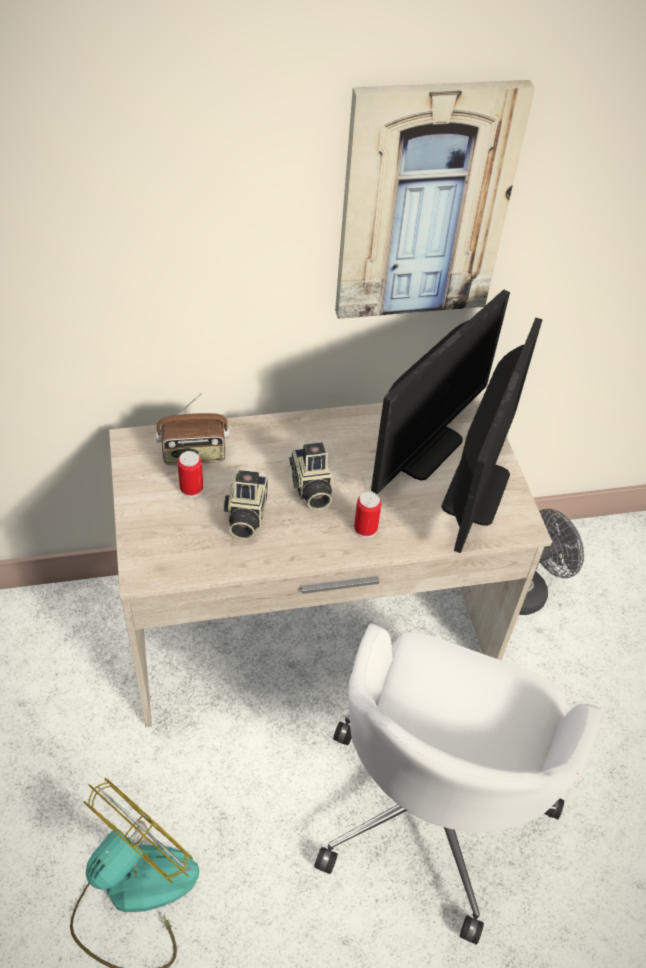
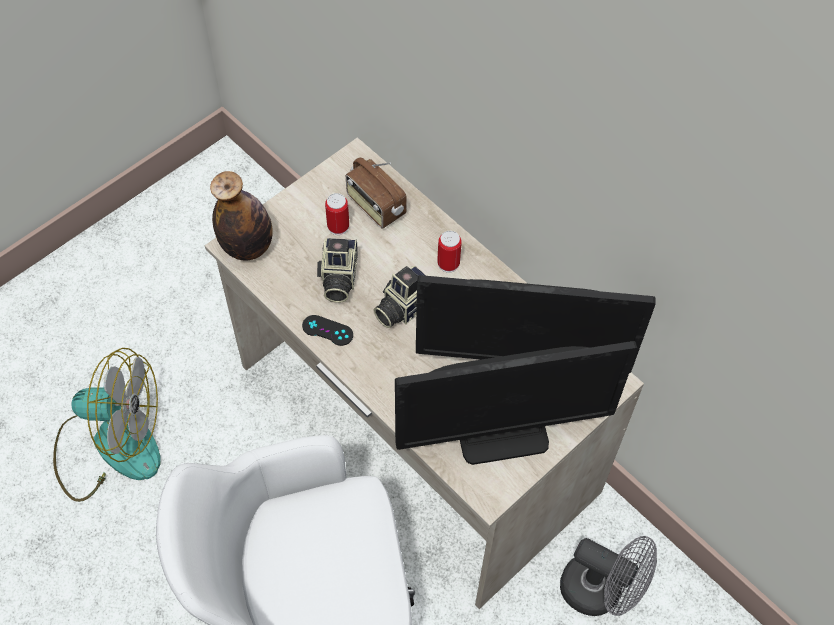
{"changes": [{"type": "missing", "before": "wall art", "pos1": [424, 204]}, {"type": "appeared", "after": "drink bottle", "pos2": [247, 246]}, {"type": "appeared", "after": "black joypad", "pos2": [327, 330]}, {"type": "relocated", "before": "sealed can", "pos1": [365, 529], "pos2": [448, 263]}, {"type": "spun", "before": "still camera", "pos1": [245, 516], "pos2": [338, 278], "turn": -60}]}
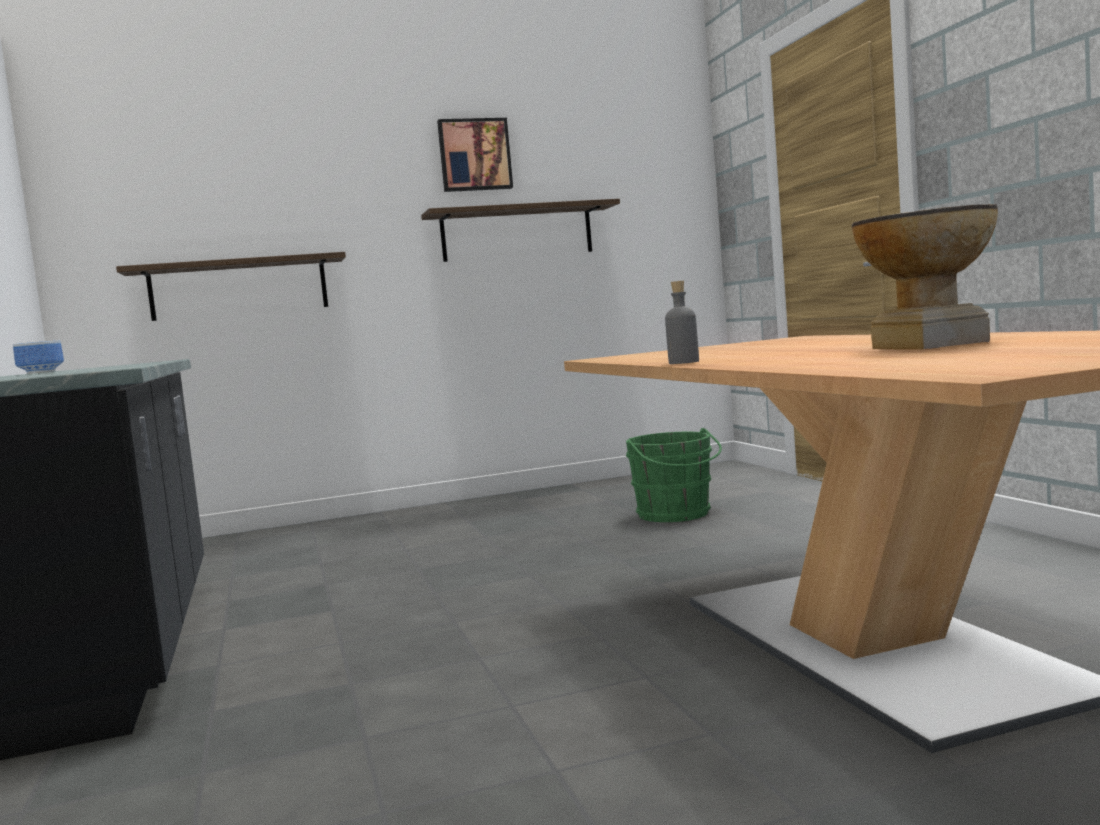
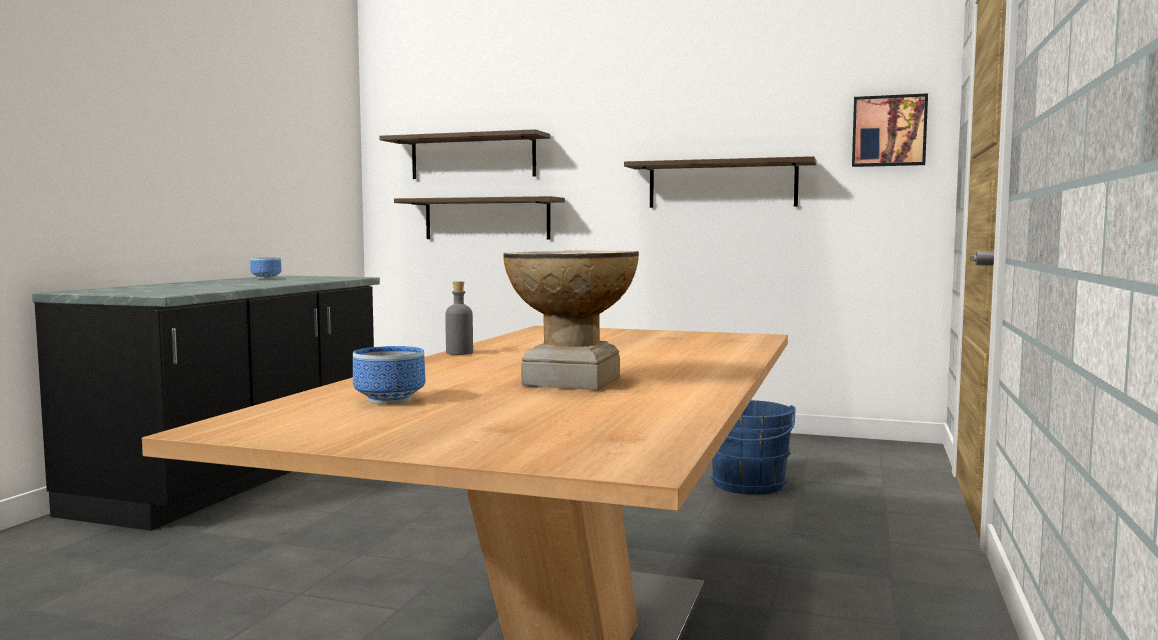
{"changes": [{"type": "appeared", "after": "deep dish", "pos2": [391, 399]}, {"type": "appeared", "after": "wall shelf", "pos2": [473, 157]}, {"type": "relocated", "before": "wall art", "pos1": [474, 155], "pos2": [889, 131]}, {"type": "colour", "before": "greenish water bucket", "after": "bluish water bucket", "pos1": [675, 515], "pos2": [748, 485]}]}
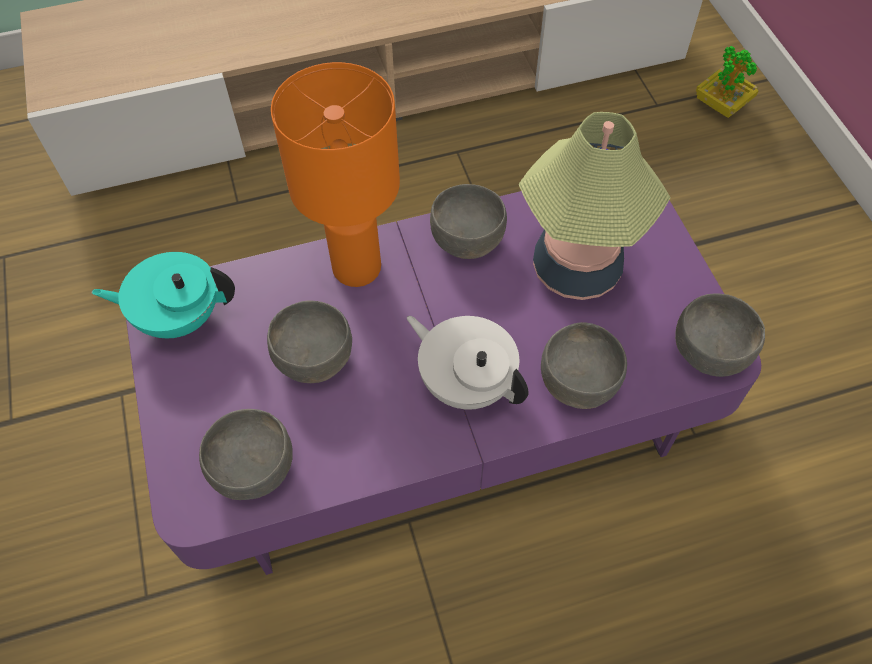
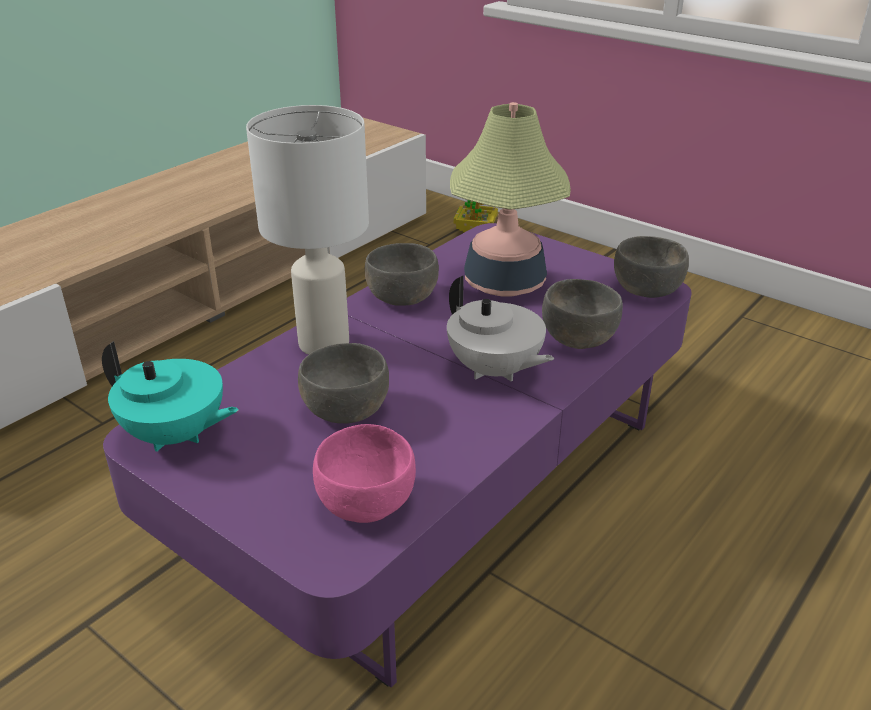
{"changes": [{"type": "colour", "before": "grey deep dish", "after": "pinkish deep dish", "pos1": [254, 468], "pos2": [366, 501]}, {"type": "colour", "before": "orangey table lamp", "after": "white table lamp", "pos1": [355, 267], "pos2": [322, 344]}, {"type": "spun", "before": "turquoise teapot", "pos1": [179, 316], "pos2": [176, 436], "turn": -120}, {"type": "spun", "before": "white teapot", "pos1": [466, 382], "pos2": [494, 371], "turn": -135}]}
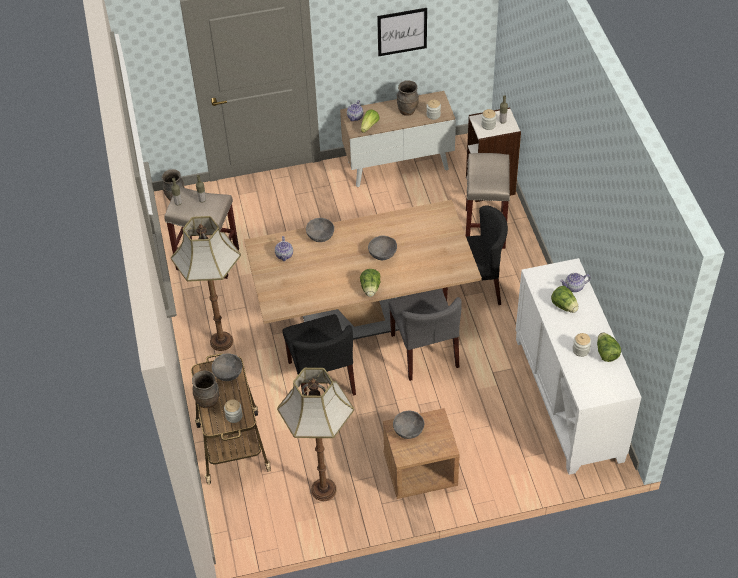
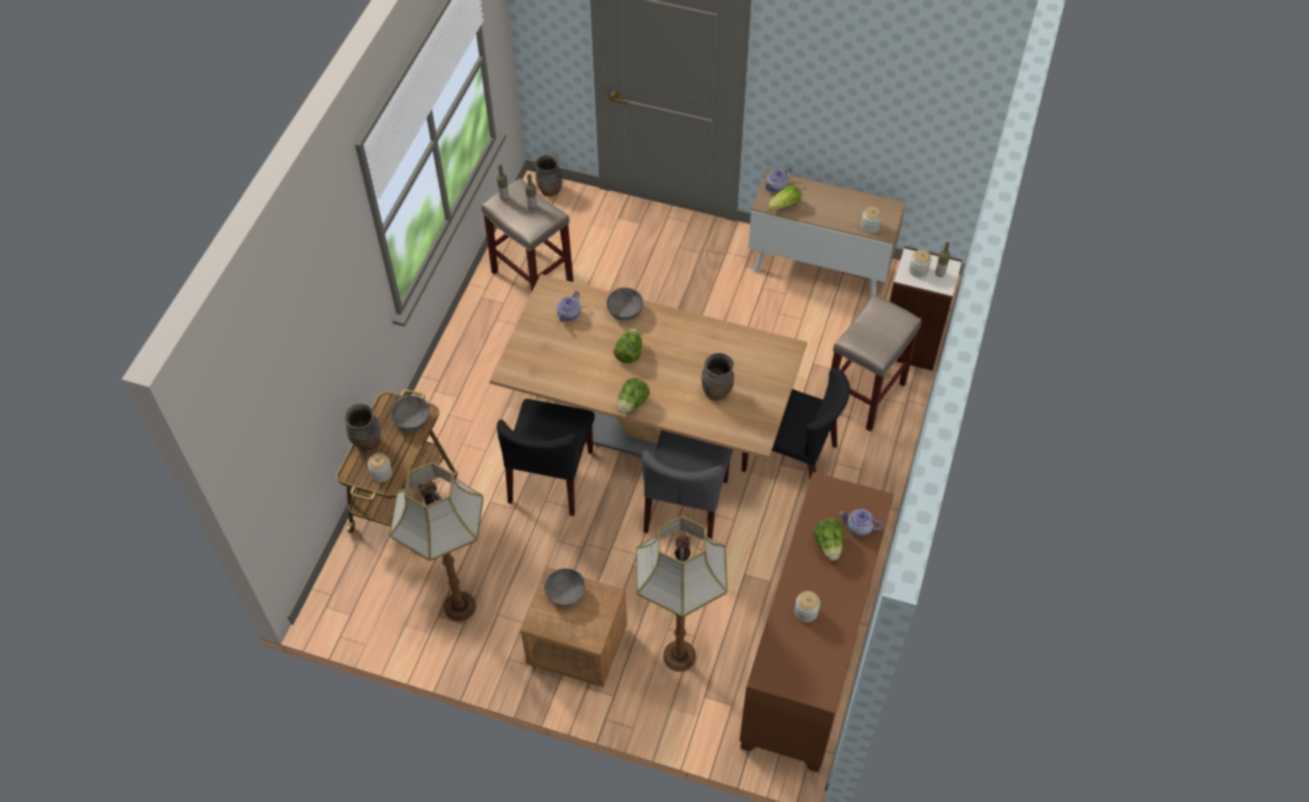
{"changes": [{"type": "missing", "before": "grey deep dish", "pos1": [383, 253]}, {"type": "missing", "before": "wall art", "pos1": [402, 31]}, {"type": "relocated", "before": "standard lamp", "pos1": [220, 342], "pos2": [678, 656]}, {"type": "relocated", "before": "brownish decorative vase", "pos1": [407, 111], "pos2": [717, 392]}, {"type": "relocated", "before": "lettuce head", "pos1": [606, 353], "pos2": [629, 353]}, {"type": "colour", "before": "white cupboard", "after": "brownish cupboard", "pos1": [569, 398], "pos2": [810, 656]}]}
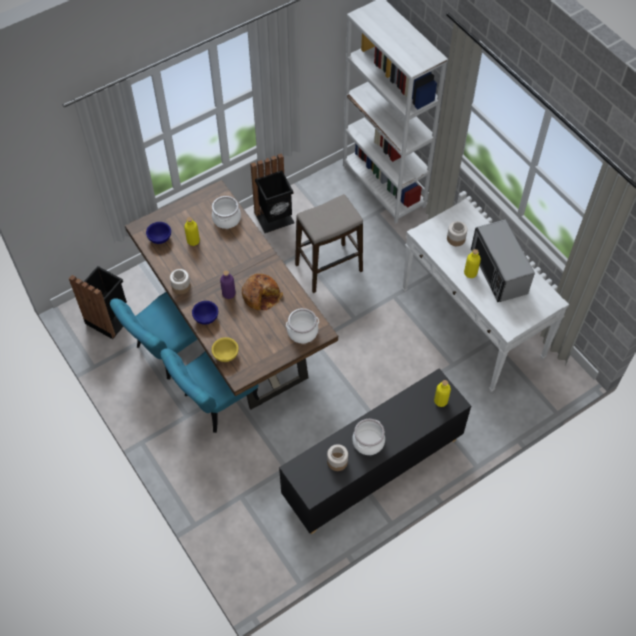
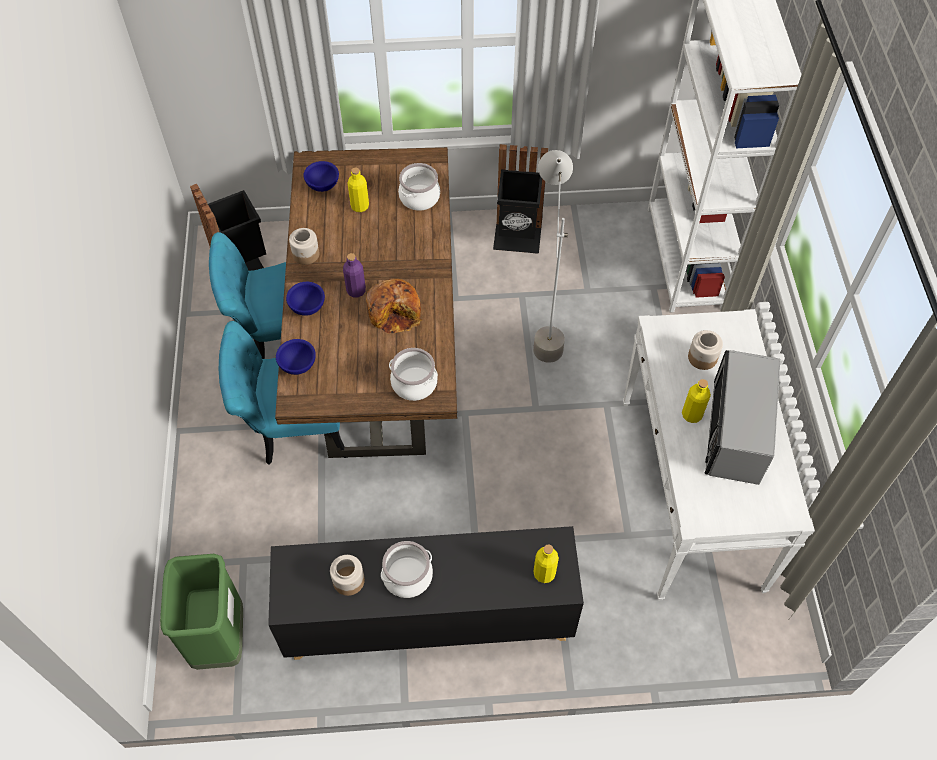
{"changes": [{"type": "appeared", "after": "greenish rubbish bin", "pos2": [220, 638]}, {"type": "exchanged", "before": "stool", "after": "grey standard lamp", "pos1": [329, 268], "pos2": [545, 329]}, {"type": "colour", "before": "yellowish deep dish", "after": "bluish deep dish", "pos1": [226, 355], "pos2": [298, 365]}]}
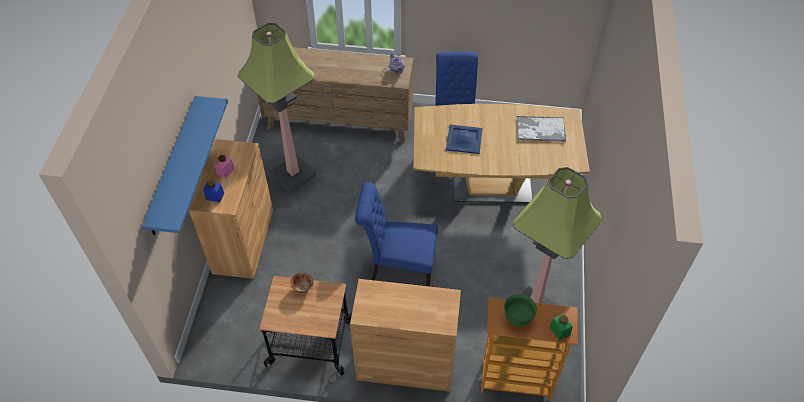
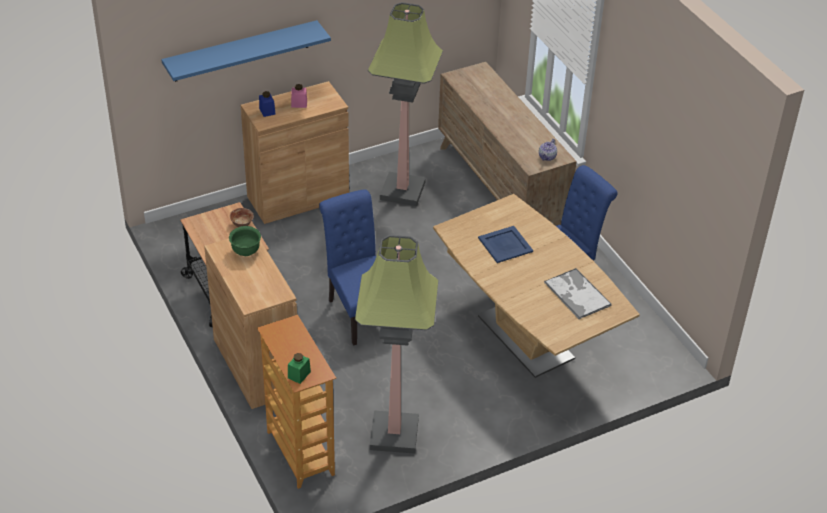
{"changes": [{"type": "relocated", "before": "greenish deep dish", "pos1": [518, 318], "pos2": [245, 251]}]}
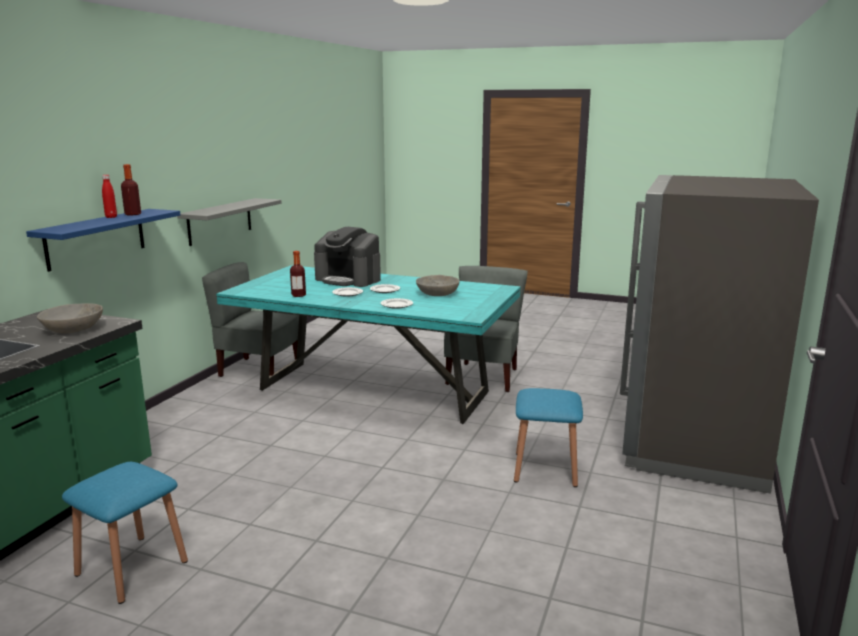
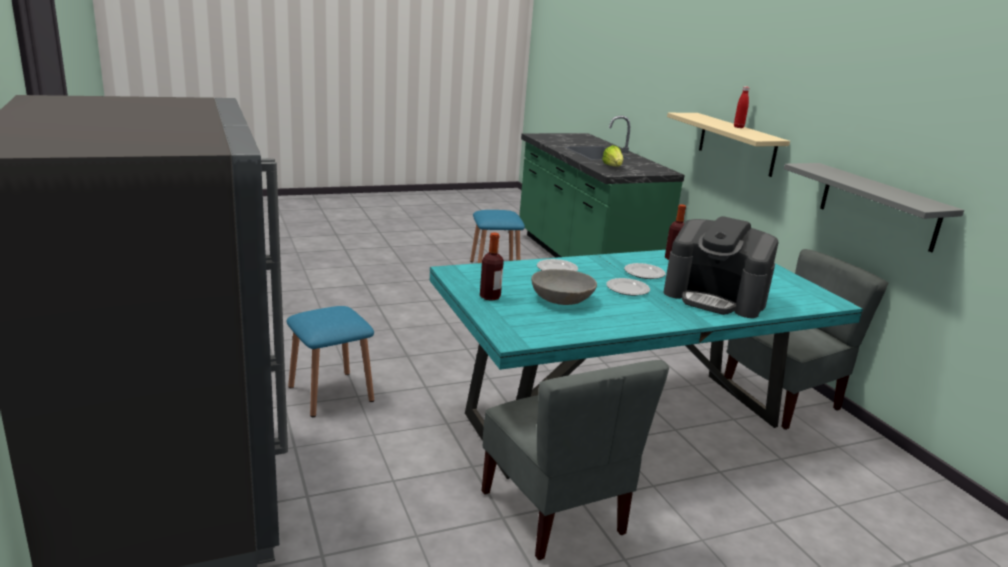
{"changes": [{"type": "relocated", "before": "drink bottle", "pos1": [133, 214], "pos2": [490, 297]}, {"type": "exchanged", "before": "grey deep dish", "after": "lettuce head", "pos1": [73, 329], "pos2": [613, 167]}, {"type": "colour", "before": "bluish wall shelf", "after": "beige wall shelf", "pos1": [96, 238], "pos2": [736, 144]}, {"type": "spun", "before": "coffee brewer", "pos1": [348, 279], "pos2": [715, 298], "turn": -135}]}
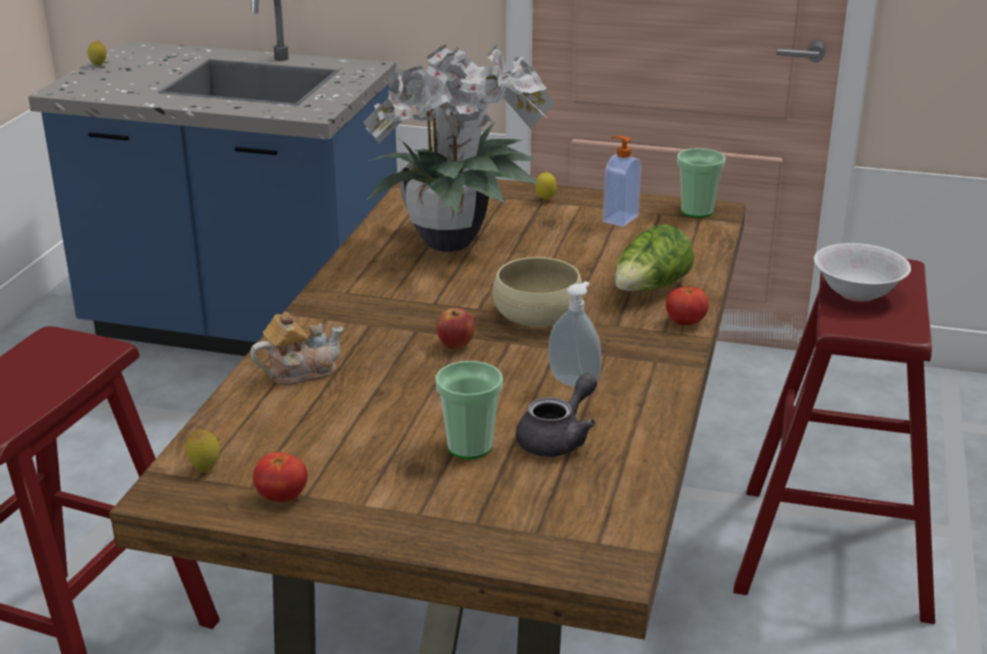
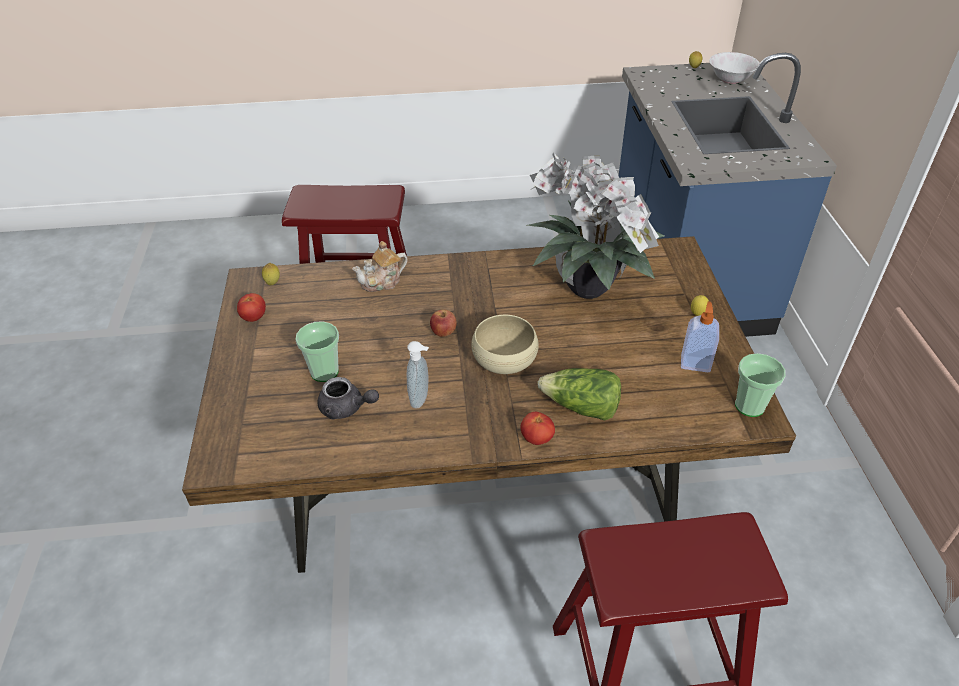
{"changes": [{"type": "relocated", "before": "white deep dish", "pos1": [857, 294], "pos2": [730, 79]}, {"type": "spun", "before": "teapot", "pos1": [300, 372], "pos2": [382, 282], "turn": 105}]}
